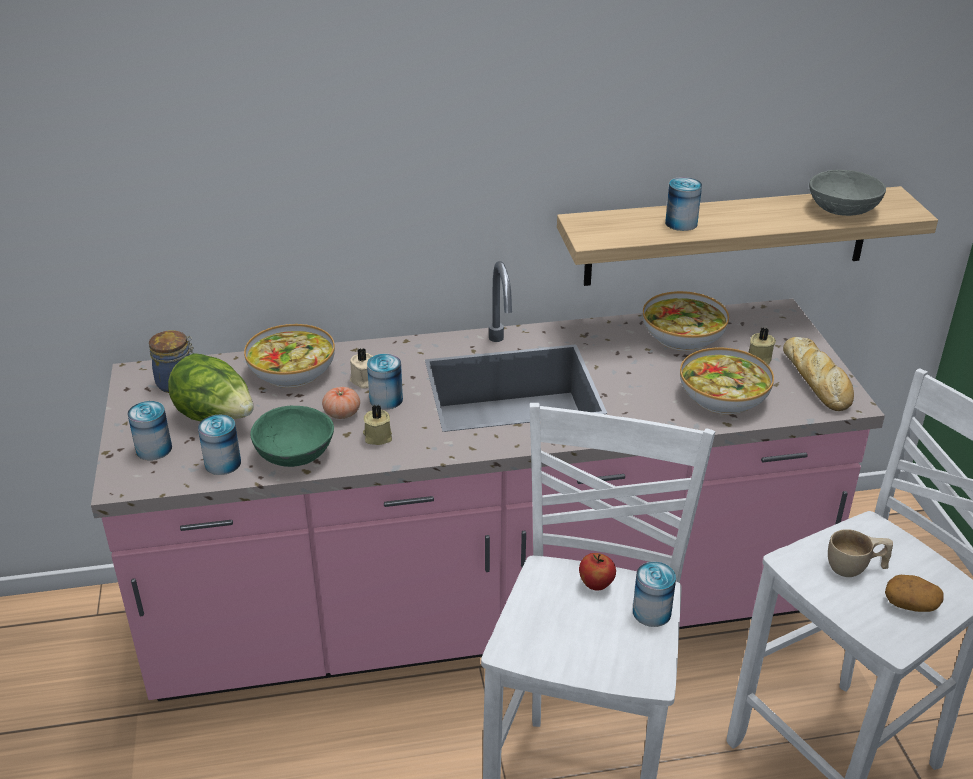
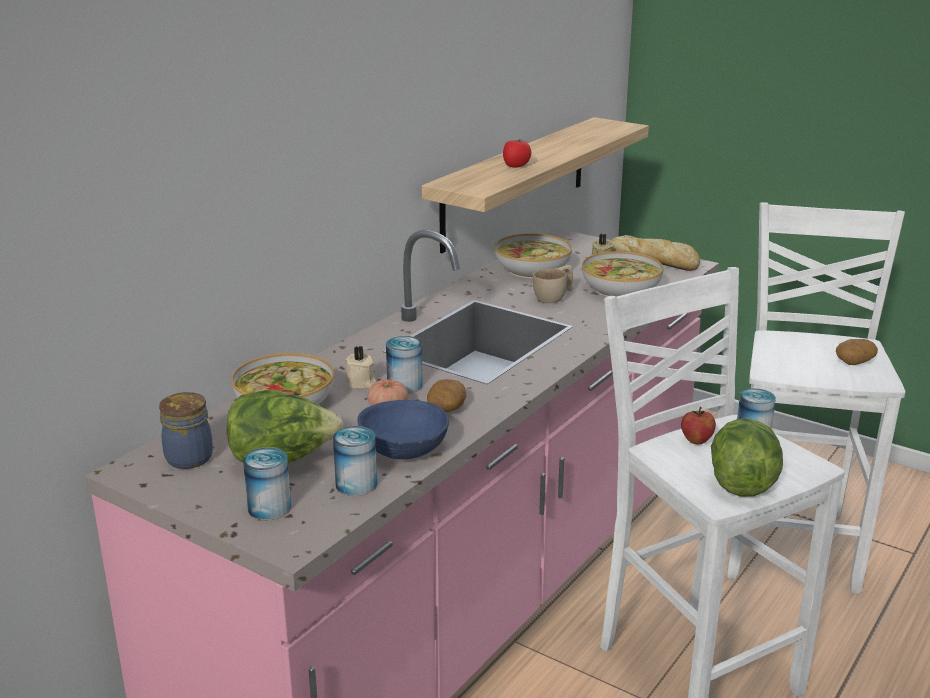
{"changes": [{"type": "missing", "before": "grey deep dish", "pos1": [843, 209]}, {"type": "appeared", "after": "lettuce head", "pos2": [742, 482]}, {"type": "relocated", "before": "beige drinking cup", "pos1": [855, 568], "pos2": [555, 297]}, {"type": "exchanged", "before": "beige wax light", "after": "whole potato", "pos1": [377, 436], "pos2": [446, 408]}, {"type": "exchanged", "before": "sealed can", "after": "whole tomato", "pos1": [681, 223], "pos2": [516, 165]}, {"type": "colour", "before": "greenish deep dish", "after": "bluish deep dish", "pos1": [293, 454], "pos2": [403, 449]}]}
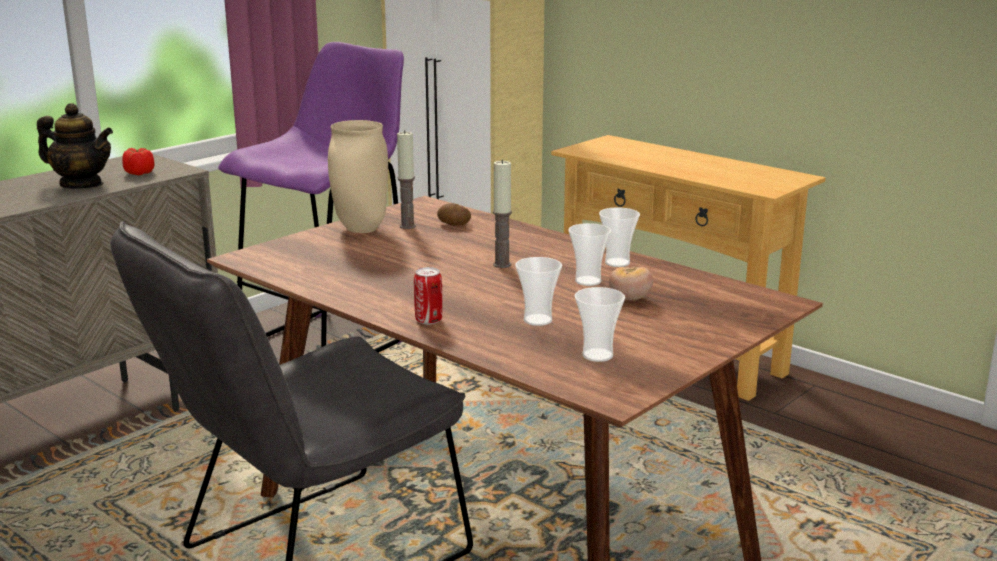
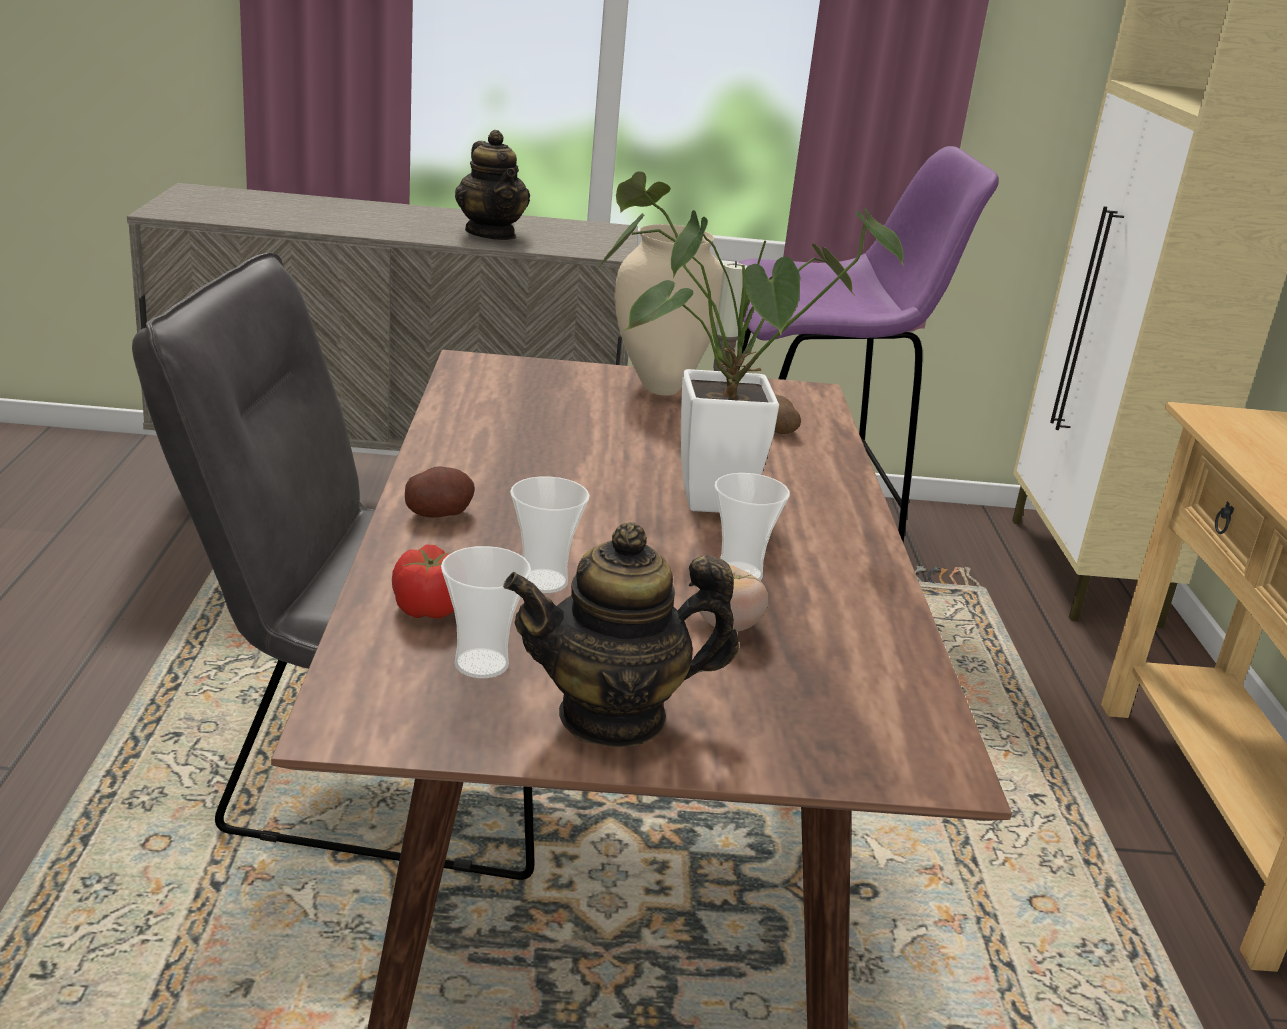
{"changes": [{"type": "missing", "before": "drinking cup", "pos1": [617, 263]}, {"type": "appeared", "after": "teapot", "pos2": [613, 716]}, {"type": "relocated", "before": "whole tomato", "pos1": [139, 173], "pos2": [429, 608]}, {"type": "exchanged", "before": "sealed can", "after": "whole potato", "pos1": [428, 320], "pos2": [438, 513]}, {"type": "exchanged", "before": "wax light", "after": "plant in a pot", "pos1": [502, 264], "pos2": [695, 499]}]}
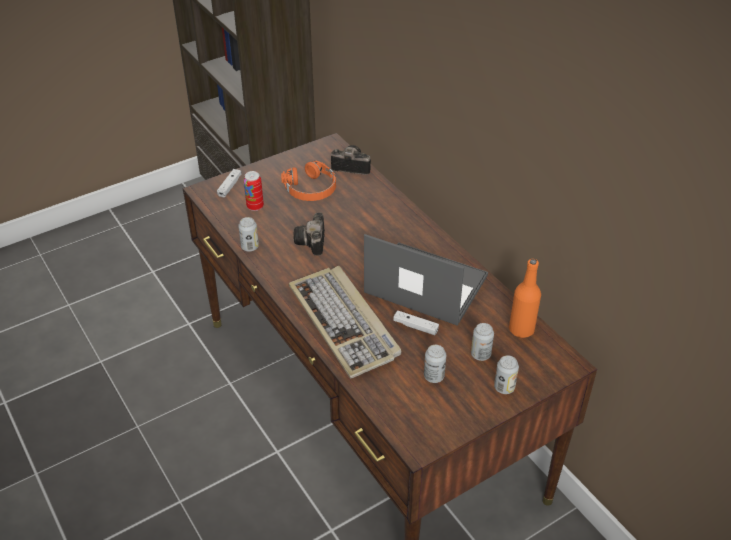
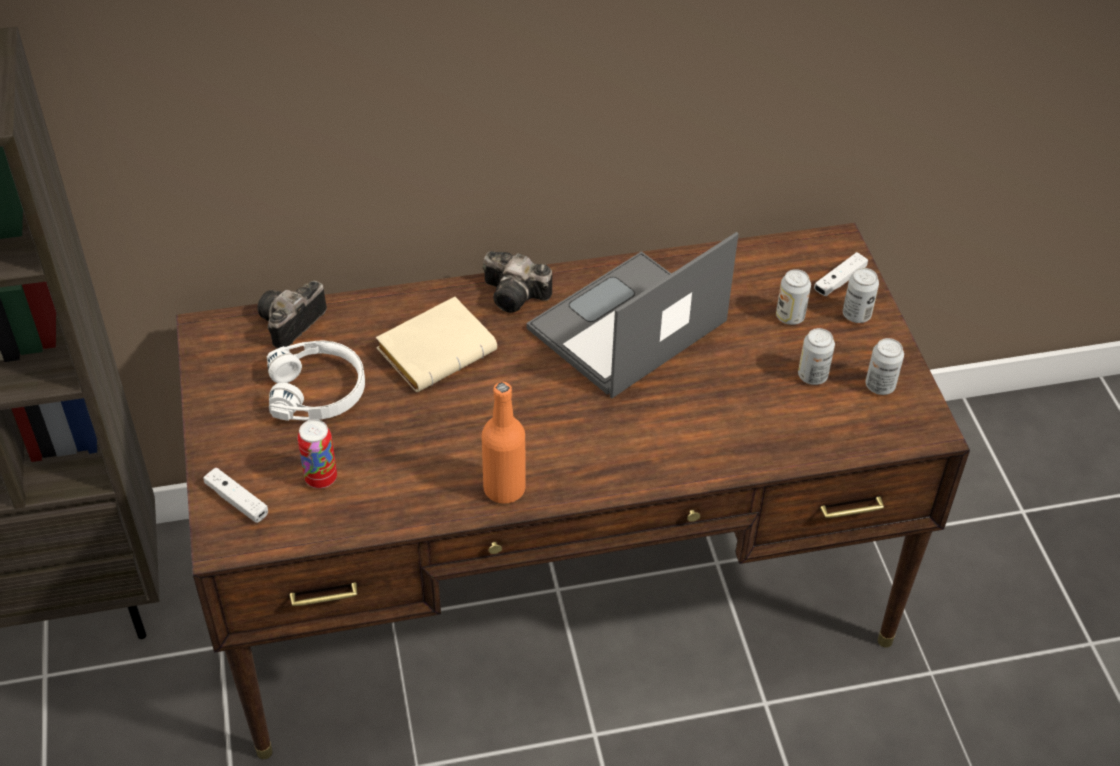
{"changes": [{"type": "missing", "before": "keyboard", "pos1": [345, 323]}, {"type": "appeared", "after": "beige book", "pos2": [437, 349]}, {"type": "relocated", "before": "sealed can", "pos1": [250, 247], "pos2": [880, 386]}, {"type": "relocated", "before": "still camera", "pos1": [312, 243], "pos2": [517, 295]}, {"type": "relocated", "before": "white joypad", "pos1": [415, 326], "pos2": [839, 281]}, {"type": "relocated", "before": "orangey drink bottle", "pos1": [521, 329], "pos2": [504, 489]}, {"type": "colour", "before": "orangey headset", "after": "white headset", "pos1": [311, 189], "pos2": [318, 390]}]}
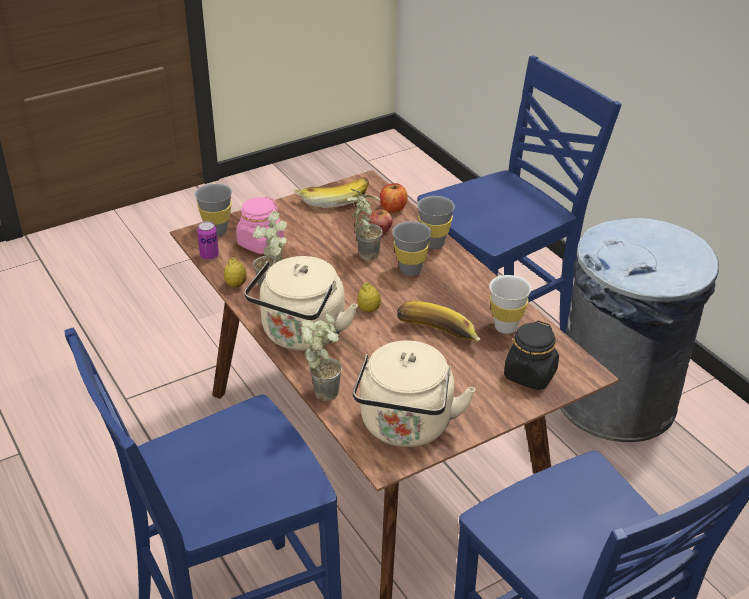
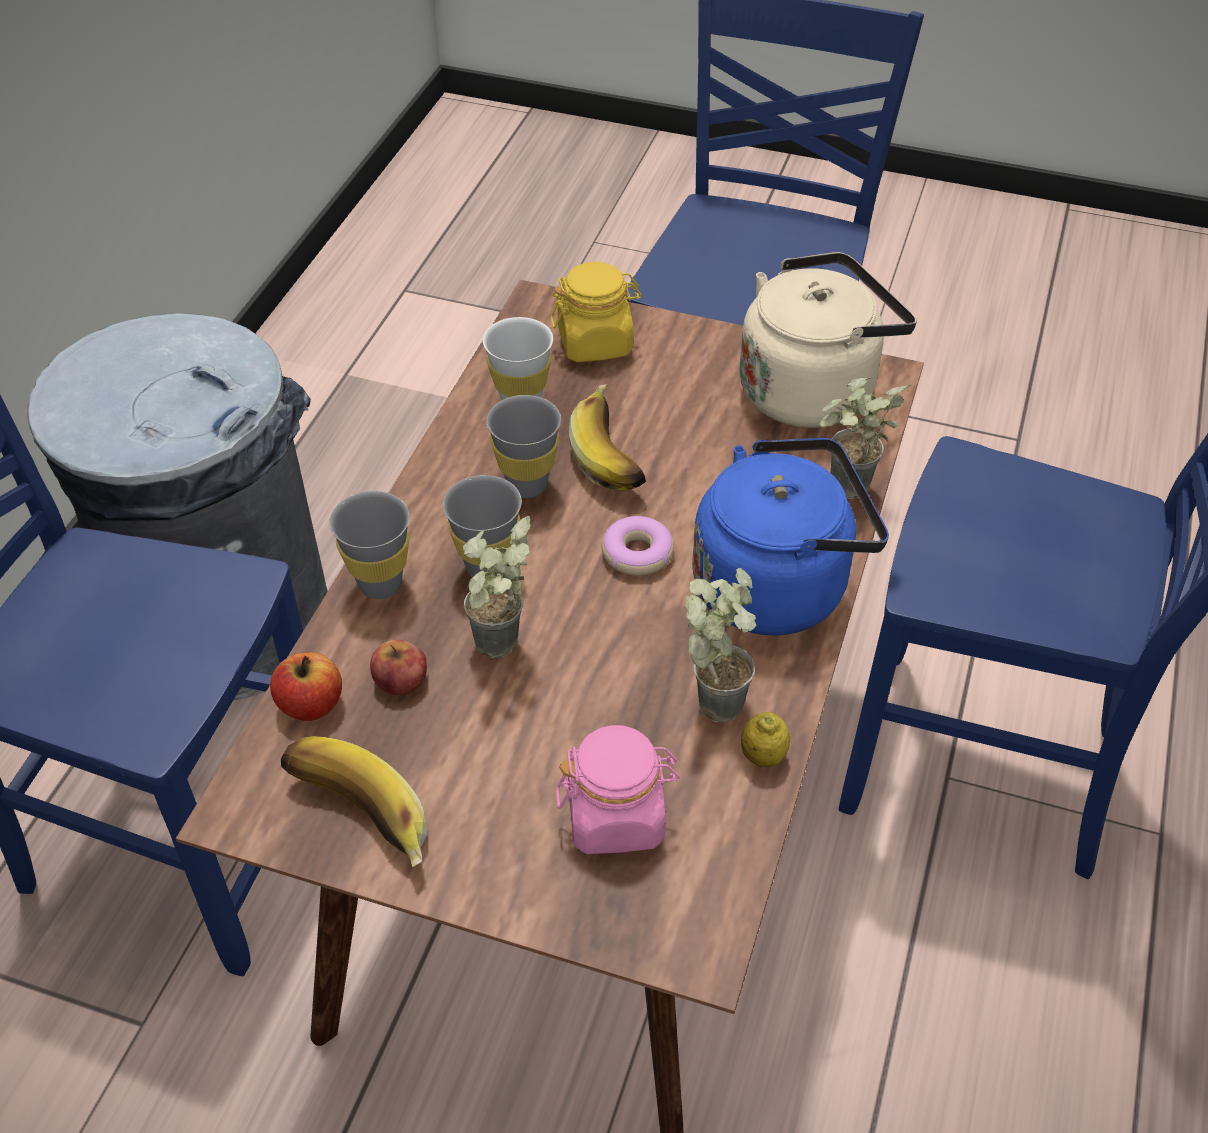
{"changes": [{"type": "missing", "before": "sealed can", "pos1": [209, 255]}, {"type": "relocated", "before": "grey drinking cup", "pos1": [217, 230], "pos2": [527, 485]}, {"type": "exchanged", "before": "whole lemon", "after": "doughnut", "pos1": [369, 309], "pos2": [637, 553]}, {"type": "colour", "before": "beige kettle", "after": "bluish kettle", "pos1": [301, 335], "pos2": [778, 585]}, {"type": "colour", "before": "black jar", "after": "yellowish jar", "pos1": [530, 375], "pos2": [596, 343]}]}
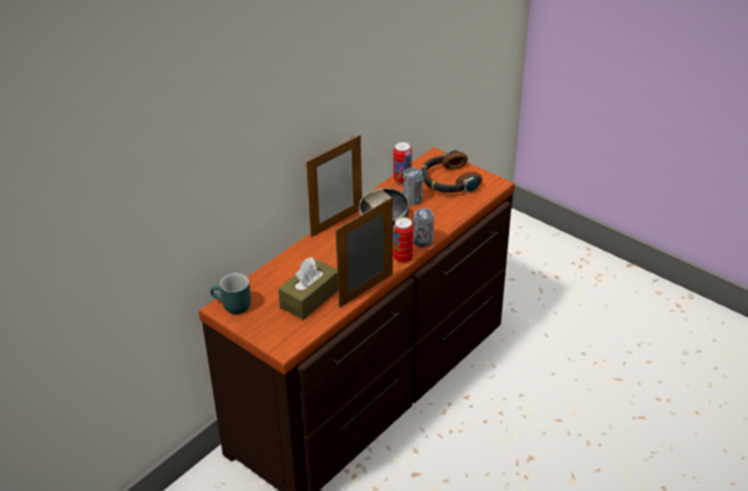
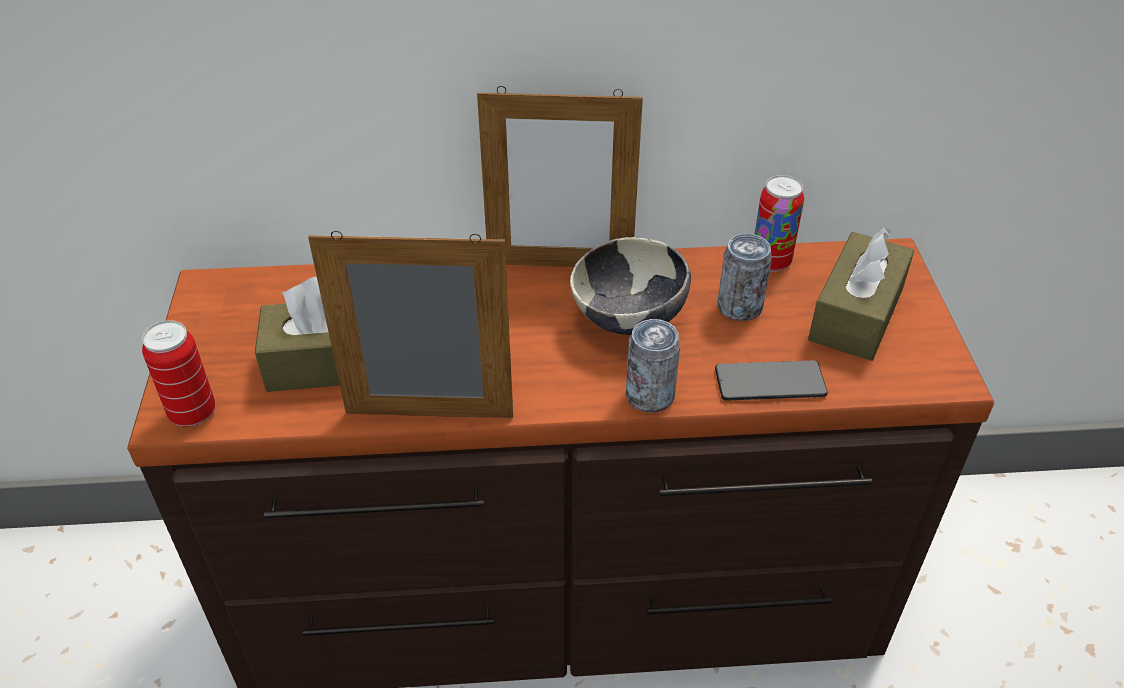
{"changes": [{"type": "missing", "before": "turquoise tea mug", "pos1": [232, 307]}, {"type": "appeared", "after": "handset", "pos2": [770, 382]}, {"type": "relocated", "before": "sealed can", "pos1": [403, 258], "pos2": [193, 413]}, {"type": "exchanged", "before": "headset", "after": "brownish tissue holder", "pos1": [448, 181], "pos2": [856, 314]}]}
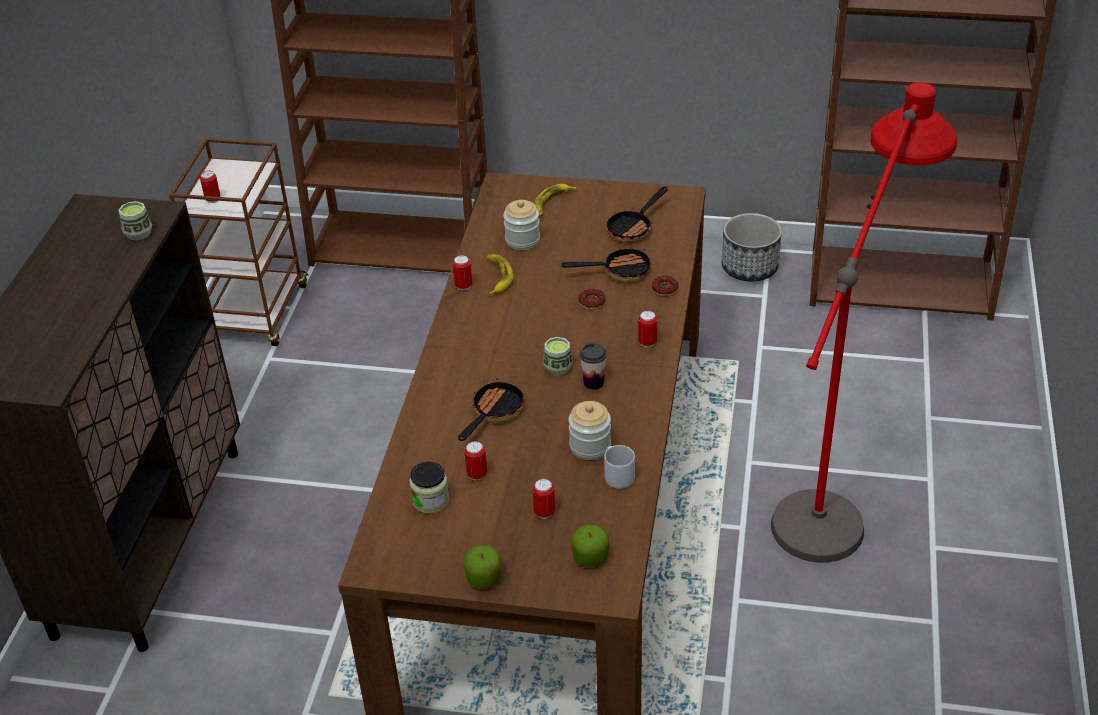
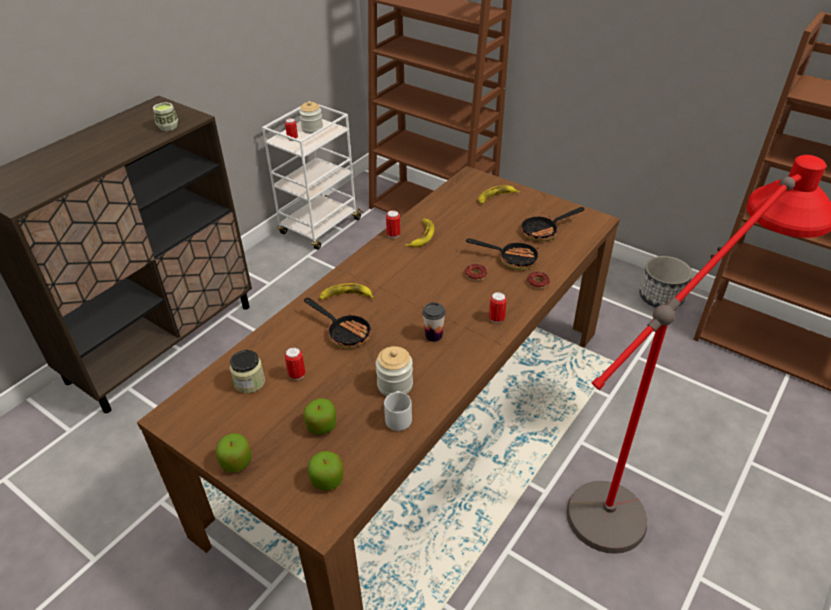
{"changes": [{"type": "missing", "before": "drinking cup", "pos1": [558, 368]}, {"type": "appeared", "after": "banana", "pos2": [346, 296]}, {"type": "relocated", "before": "jar", "pos1": [522, 240], "pos2": [312, 129]}, {"type": "exchanged", "before": "sealed can", "after": "whole apple", "pos1": [544, 512], "pos2": [321, 426]}, {"type": "colour", "before": "brownish trolley", "after": "white trolley", "pos1": [257, 314], "pos2": [320, 227]}, {"type": "spun", "before": "skillet", "pos1": [494, 413], "pos2": [344, 332], "turn": 75}]}
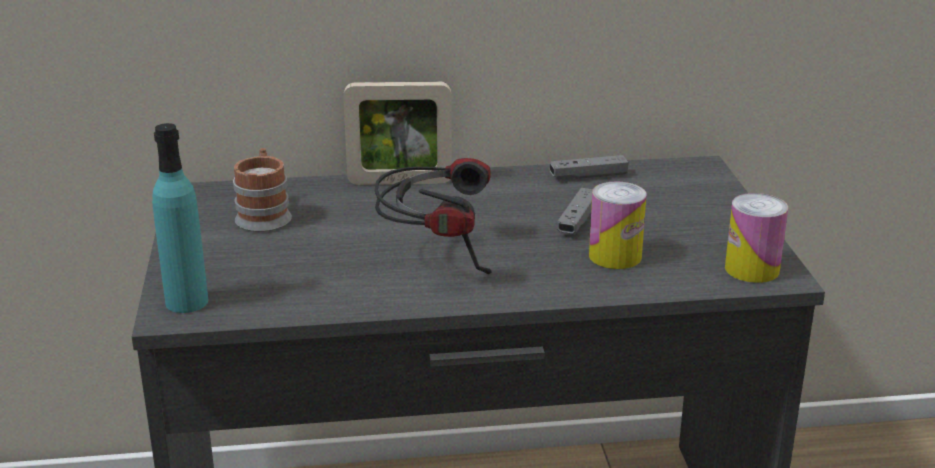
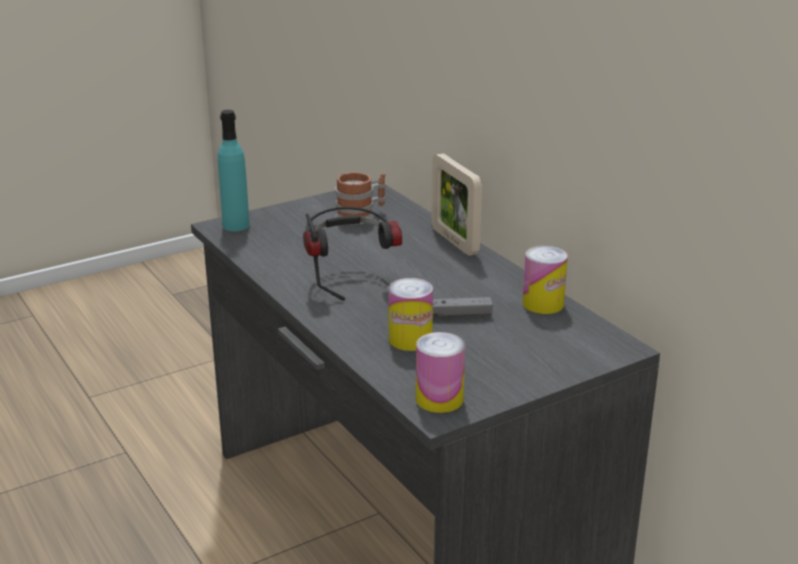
{"changes": [{"type": "exchanged", "before": "grey joypad", "after": "sealed can", "pos1": [588, 176], "pos2": [543, 304]}]}
